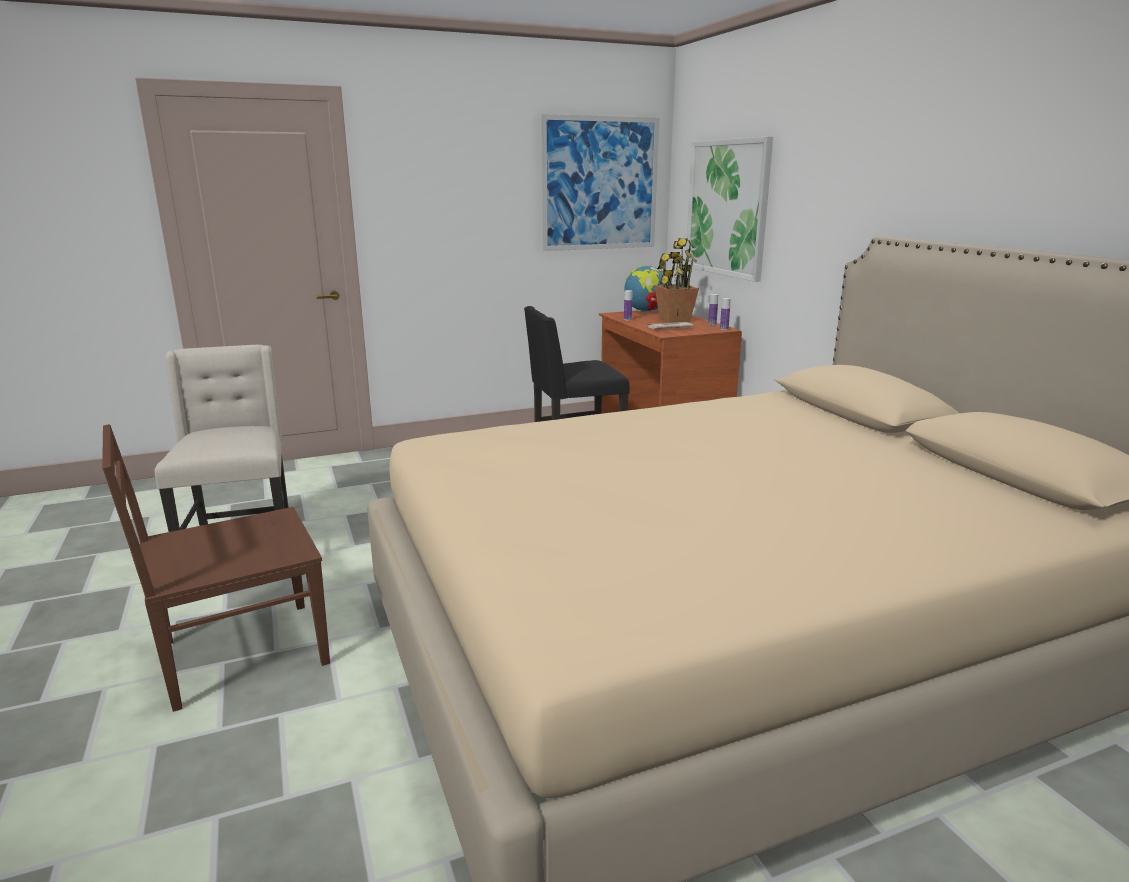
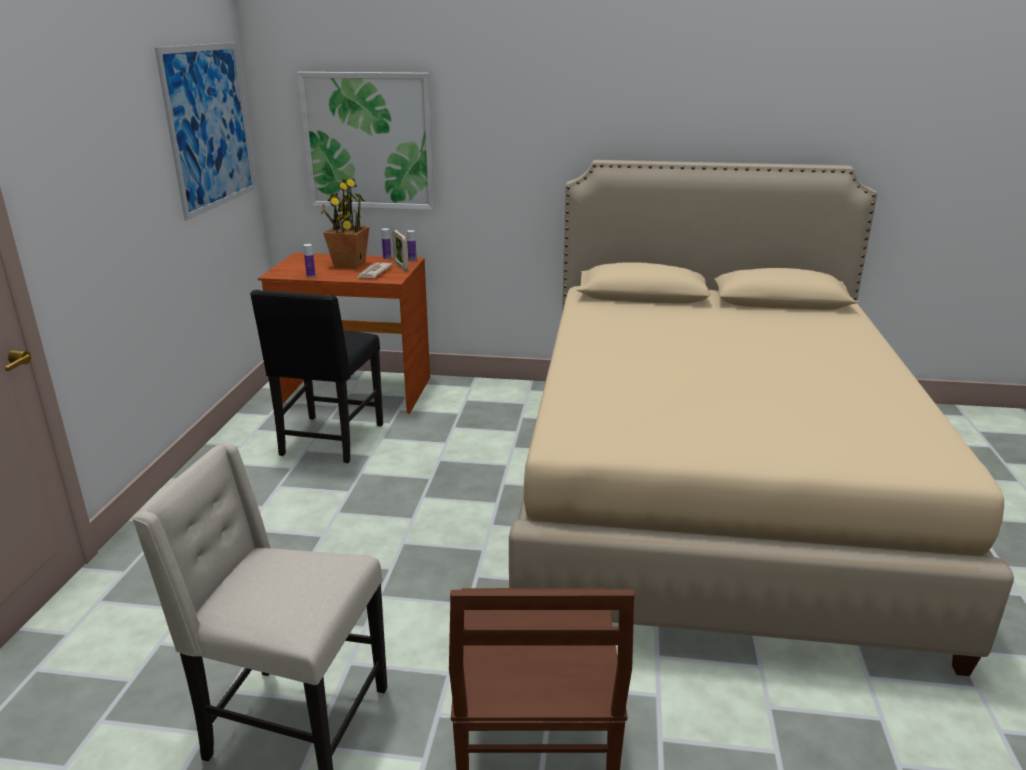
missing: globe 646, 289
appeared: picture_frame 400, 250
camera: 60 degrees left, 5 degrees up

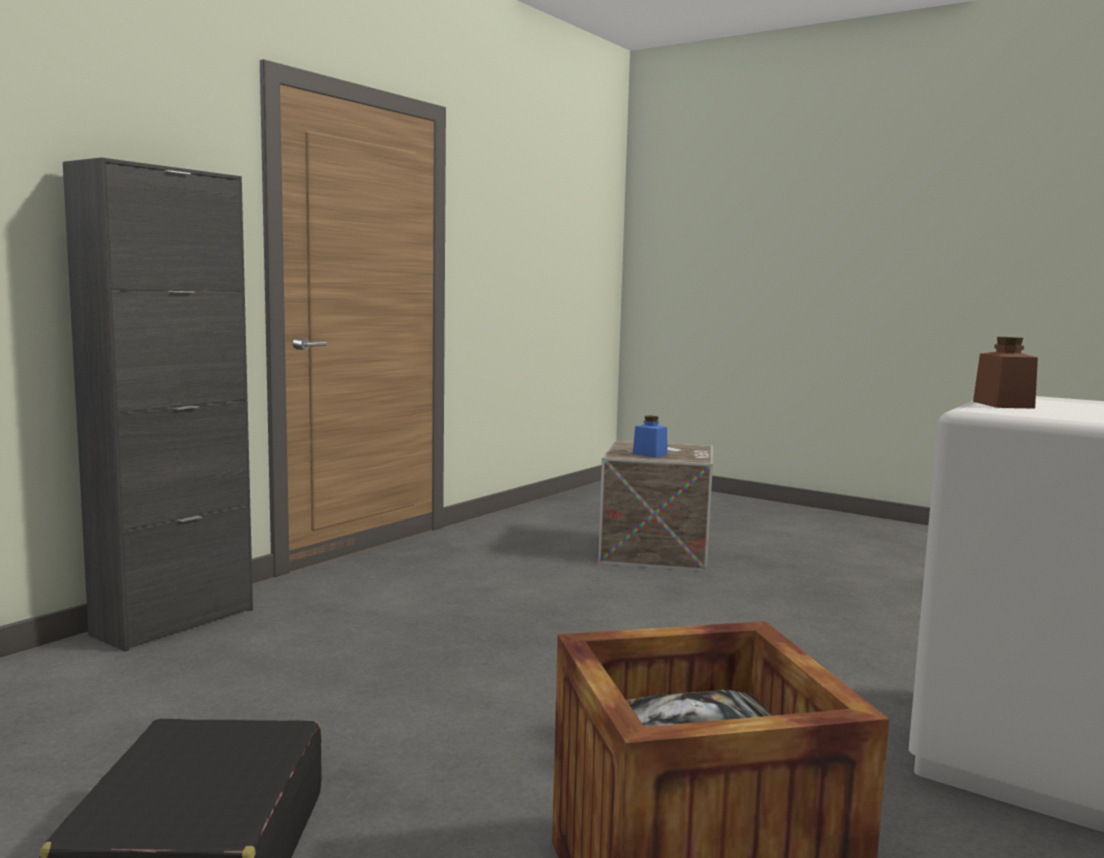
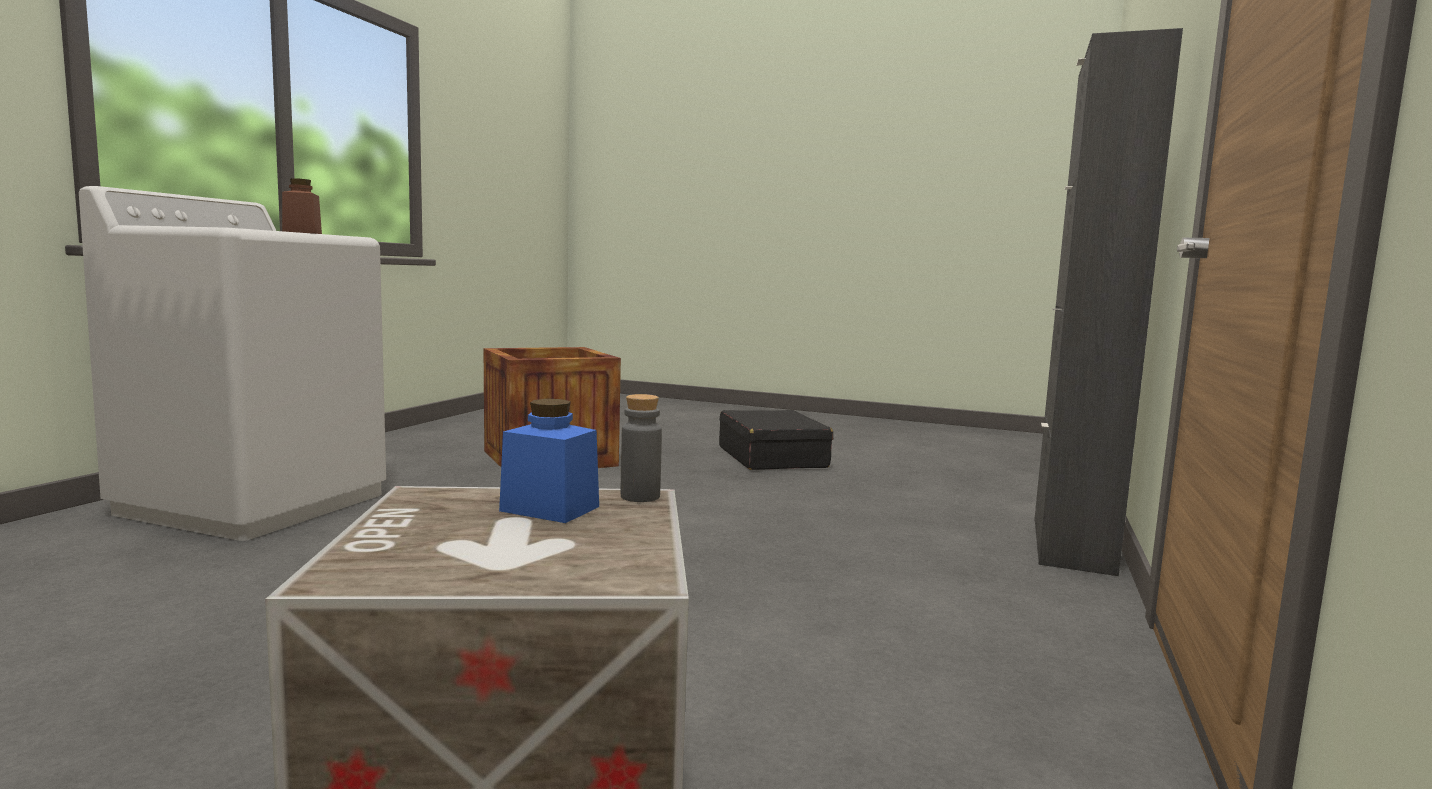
appeared: grey_bottle 641, 448
camera: 165 degrees right, 0 degrees up

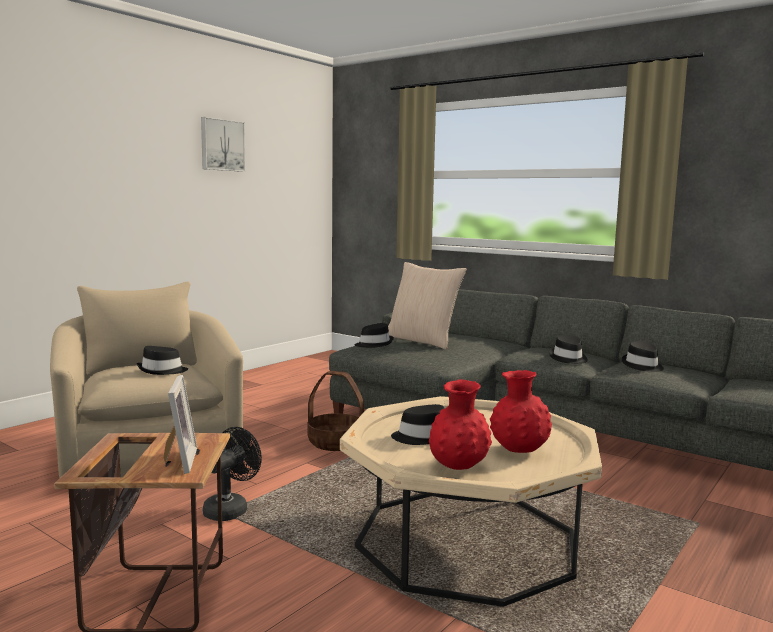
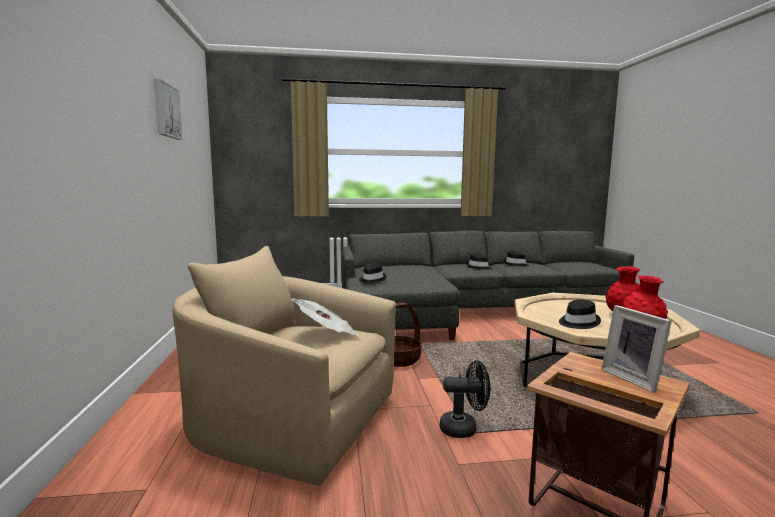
missing: beige_pillow 427, 306
exchanged: black_hat 162, 360 to newspaper 326, 317
spun: black_fan 232, 474 = 465, 399 105 degrees clockwise; picture_frame 180, 424 = 636, 349 150 degrees counterclockwise
camera: 45 degrees left, 0 degrees up

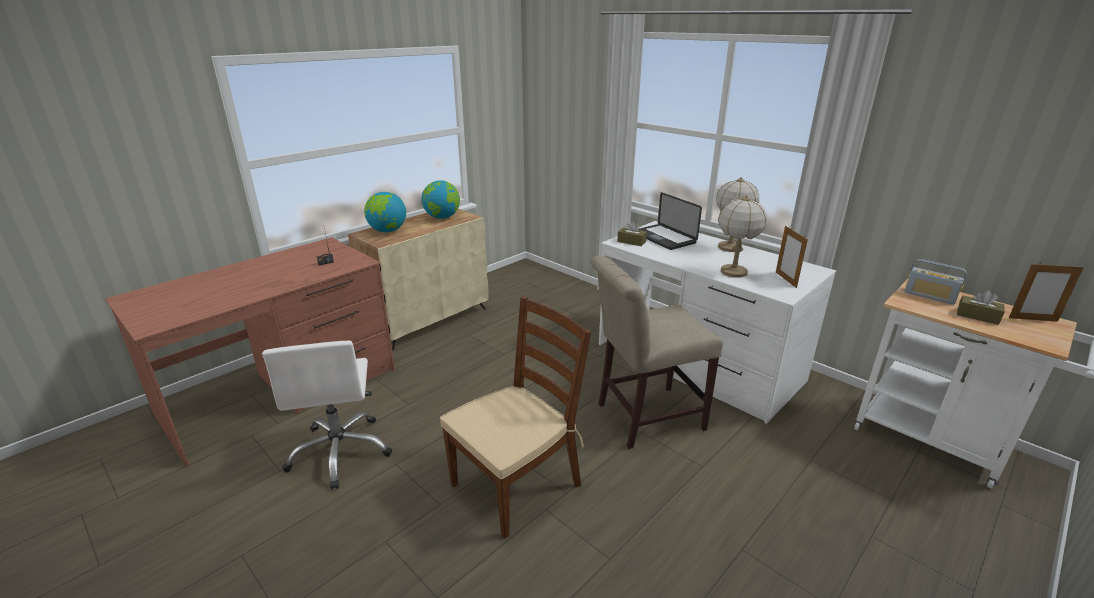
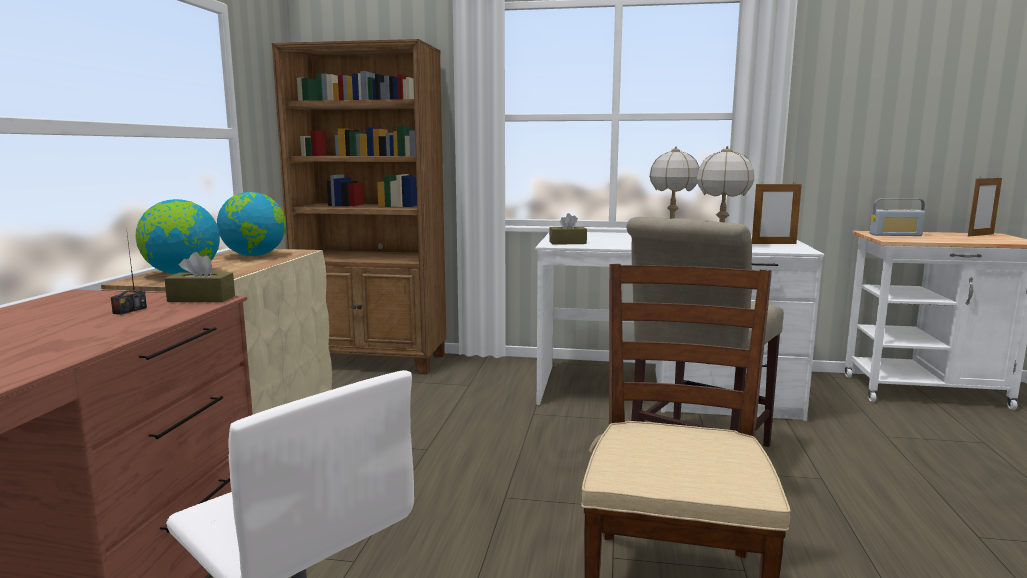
missing: laptop 670, 221
appeared: brown_bookcase 359, 207
relocated: brown_tissue_box 981, 307 to 199, 277
spun: picture_frame 792, 257 = 777, 213 45 degrees counterclockwise
camera: 35 degrees left, 15 degrees down

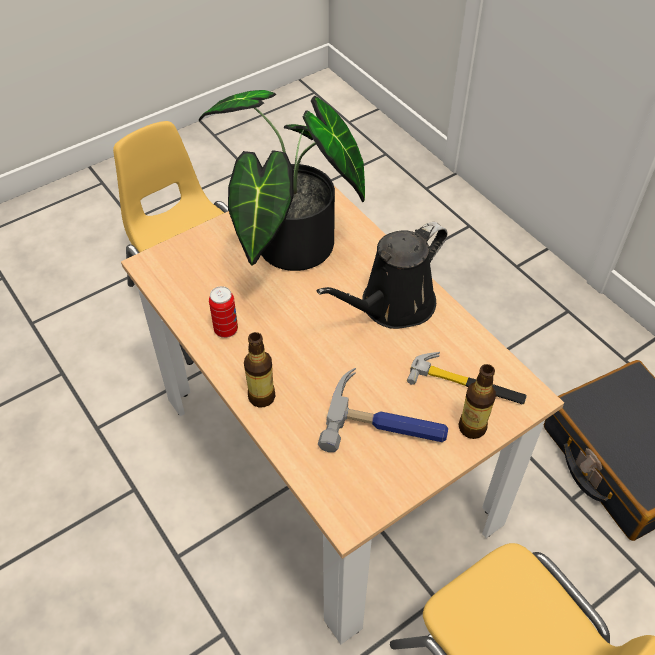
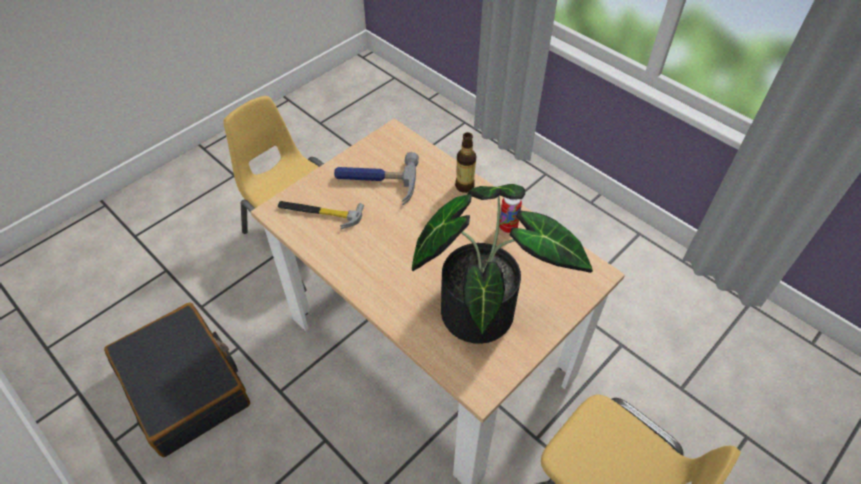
missing: black_watering_can 382, 275; bottle 477, 401
camera: 170 degrees right, 0 degrees up

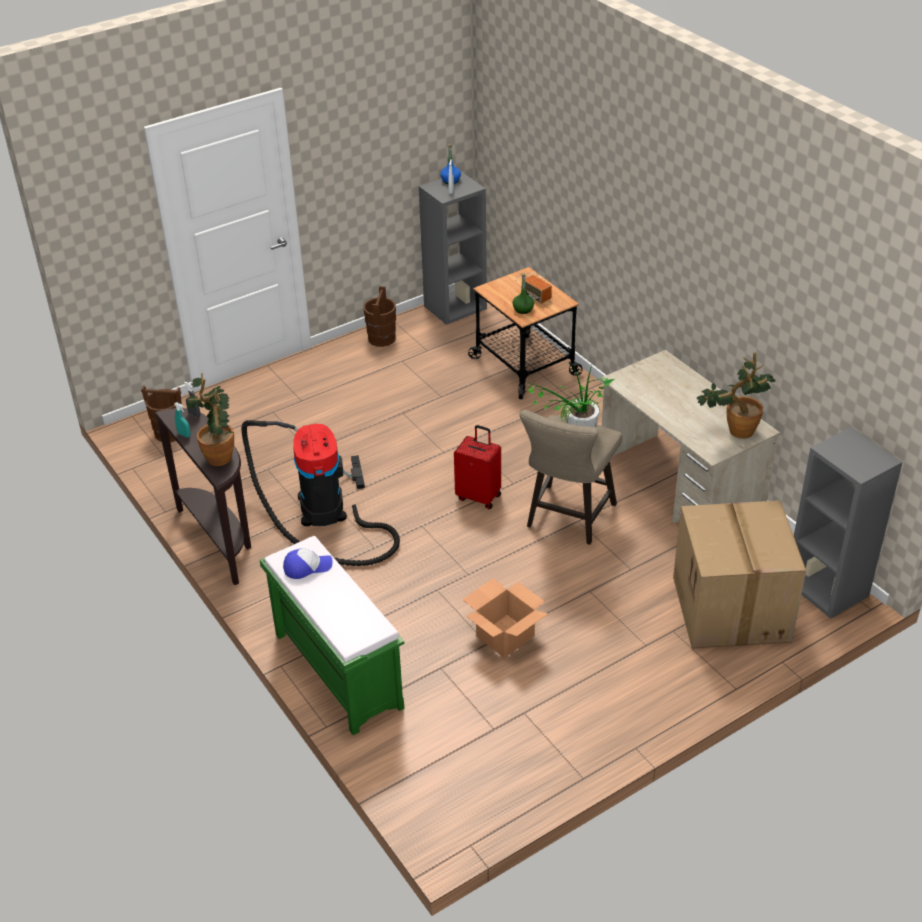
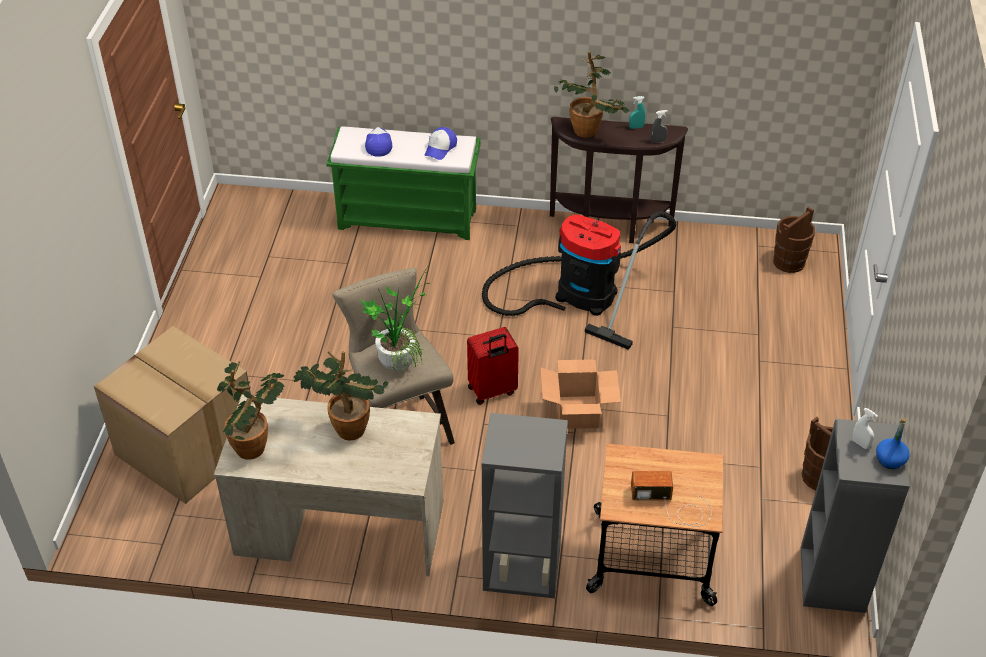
missing: green_bottle 523, 293
appeared: potted_plant 341, 395; cap 378, 142
relocated: grey_bookcase 848, 523 to 525, 505; cardboard_box 505, 618 to 580, 394
camera: 130 degrees right, 5 degrees up

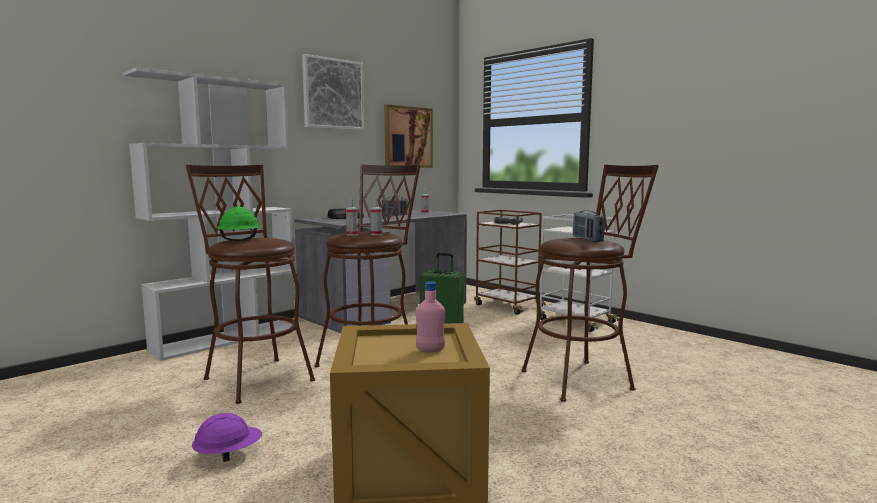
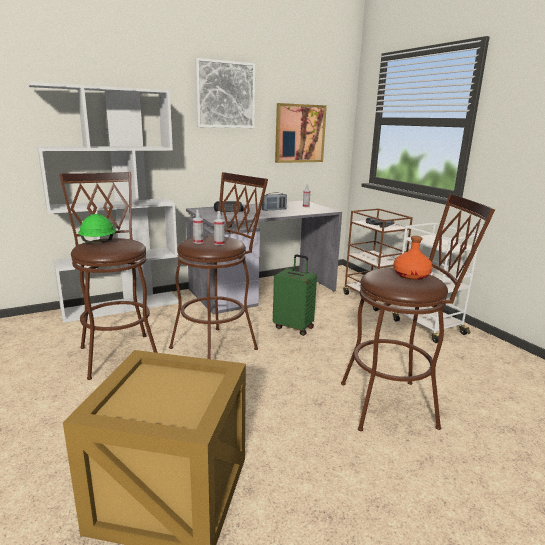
missing: purple_hard_hat 227, 437; pink_bottle 430, 317
exchanged: radio 589, 226 to orange_bottle 413, 258
camera: 15 degrees right, 10 degrees up

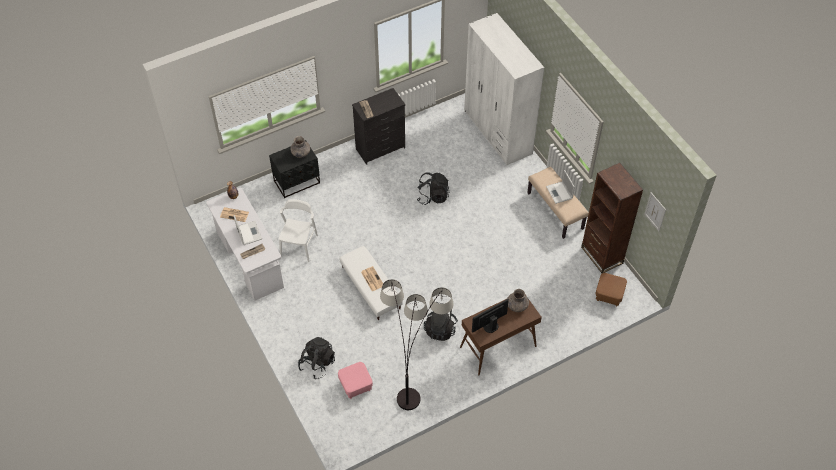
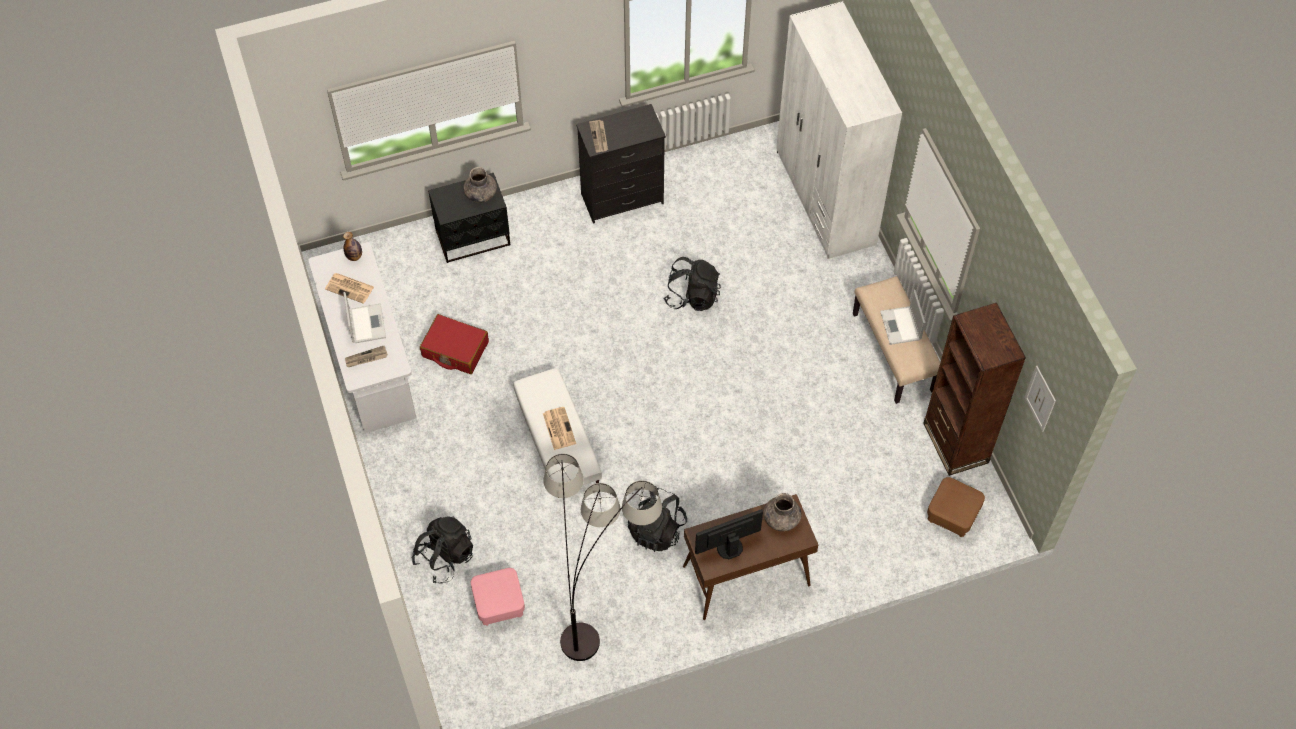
exchanged: white_chair 298, 230 to red_suitcase 454, 344
camera: 10 degrees right, 5 degrees up

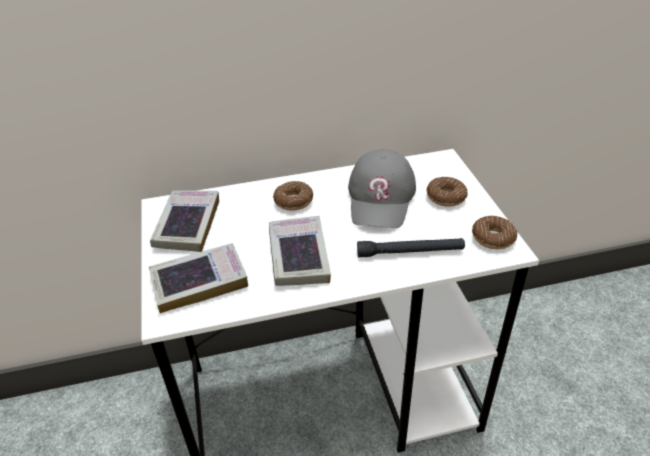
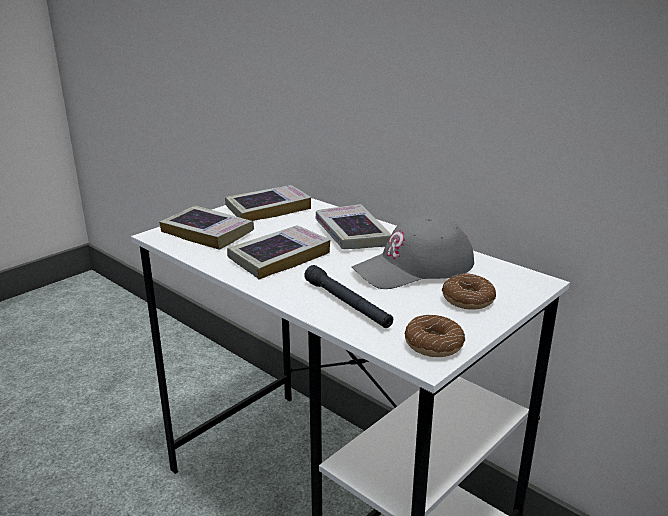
exchanged: donut 293, 196 to book 353, 226
camera: 55 degrees right, 15 degrees down

